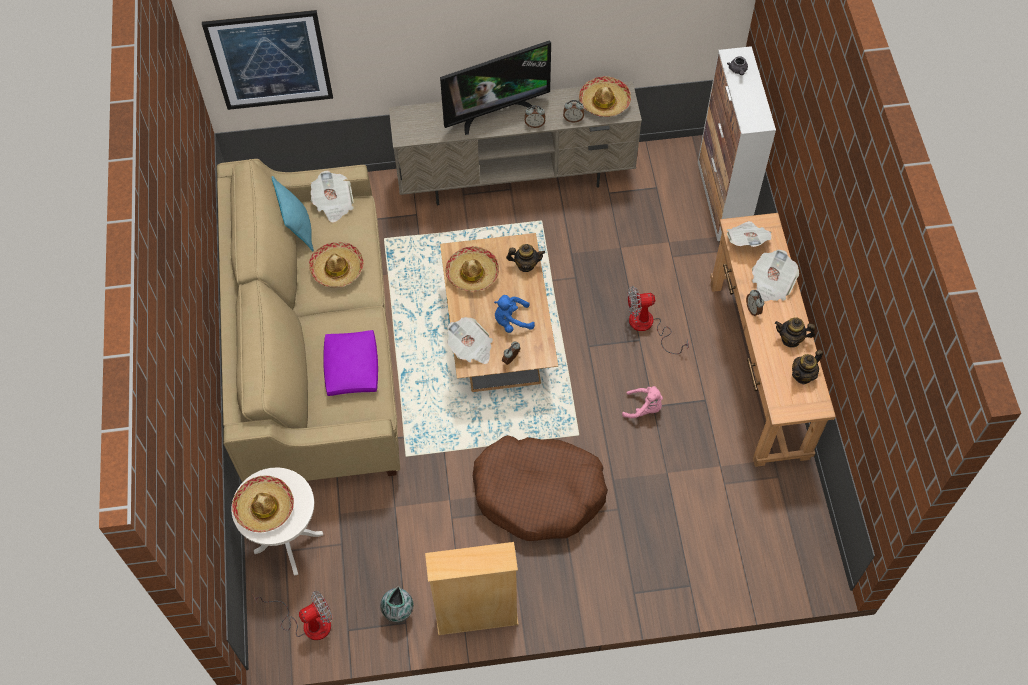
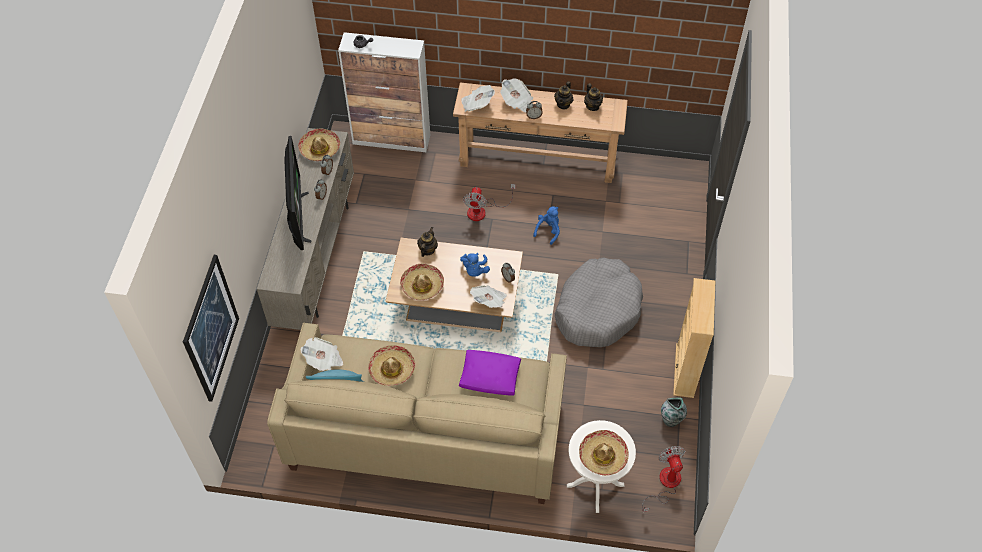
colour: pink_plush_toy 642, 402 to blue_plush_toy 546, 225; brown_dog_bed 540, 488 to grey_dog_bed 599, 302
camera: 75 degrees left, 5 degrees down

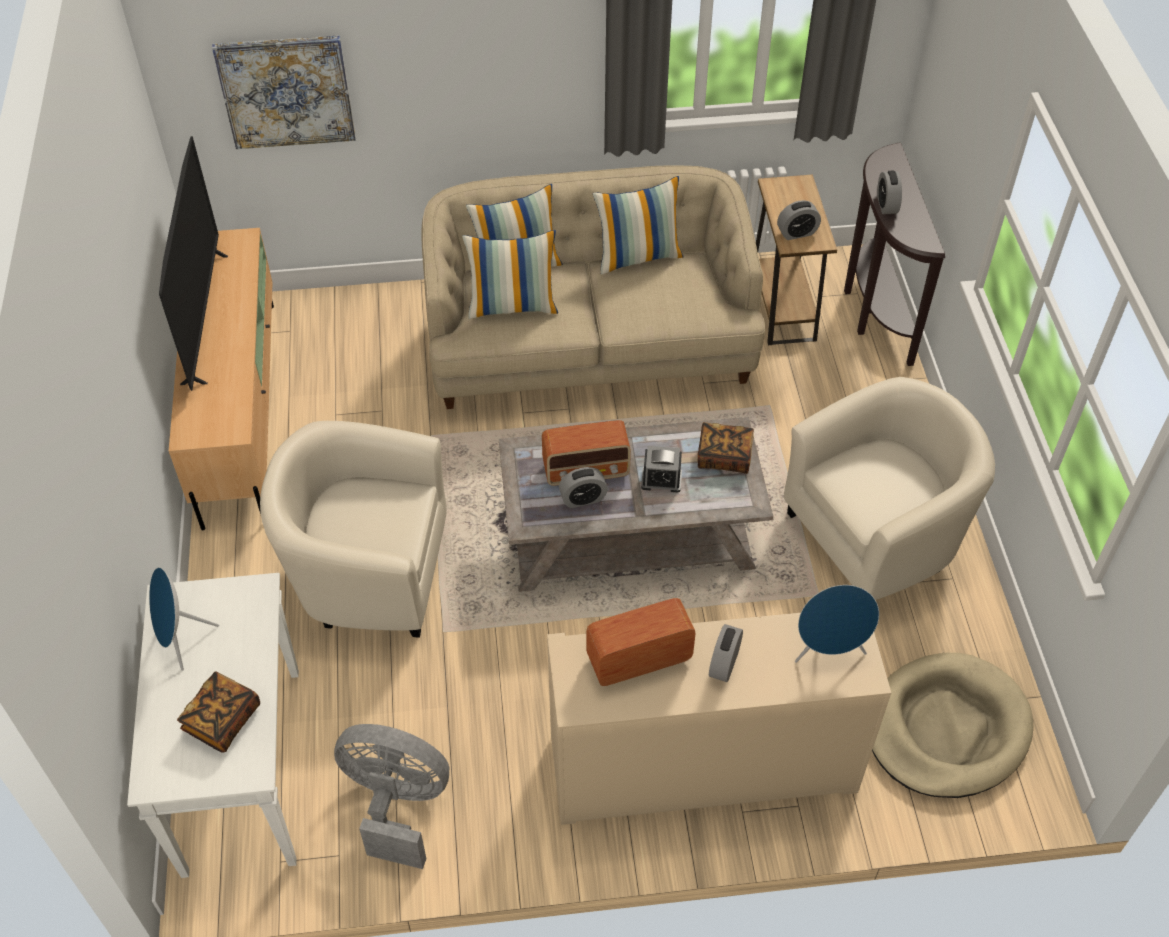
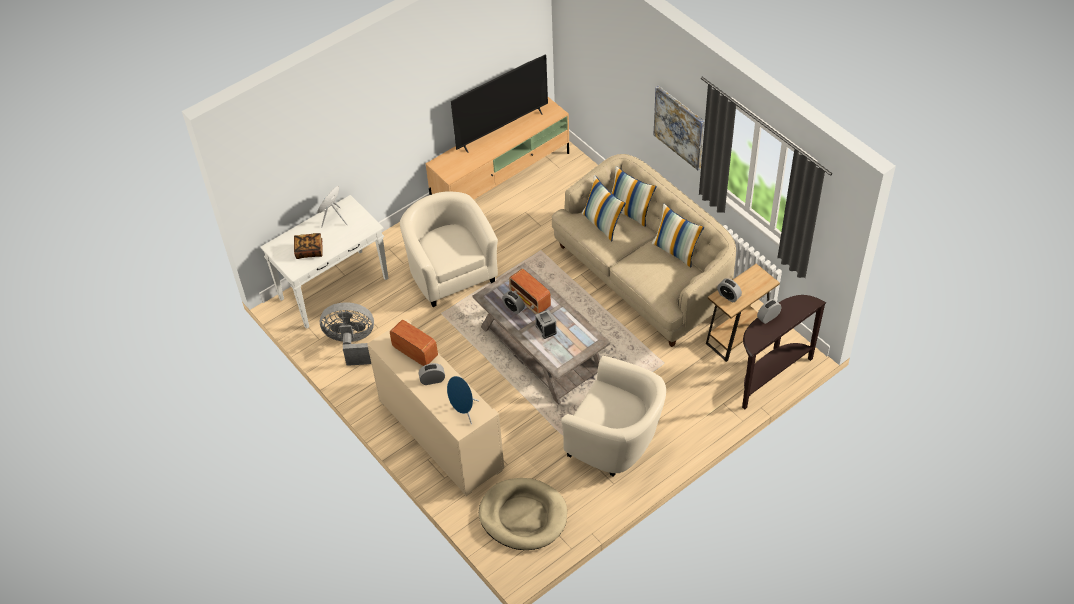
missing: book 726, 448
relocated: picture 283, 92 to 679, 128
spun: grey_fan 391, 796 = 347, 334 75 degrees counterclockwise
camera: 60 degrees right, 0 degrees up

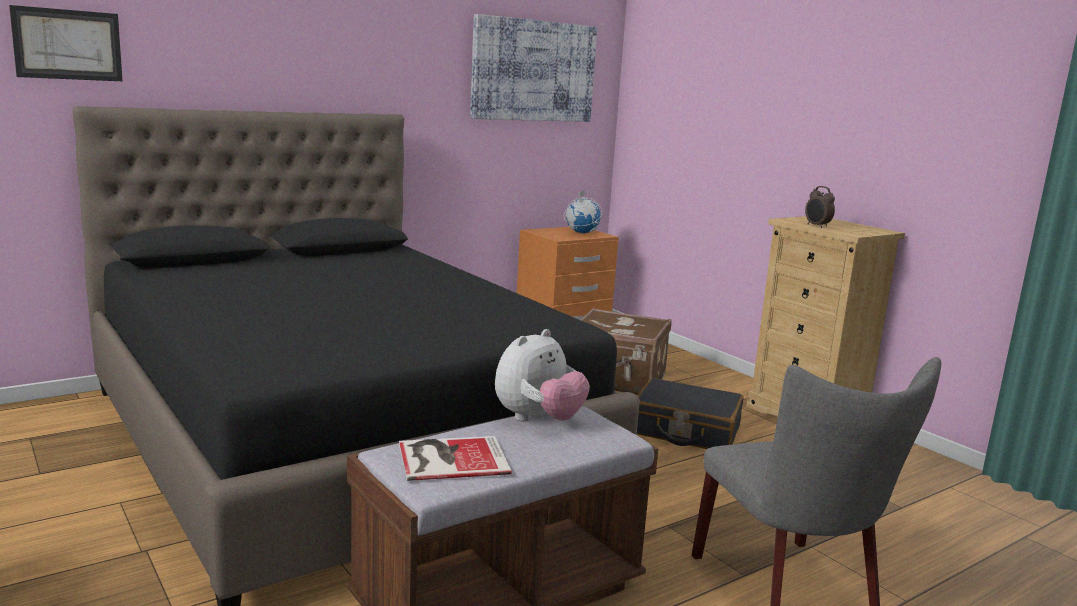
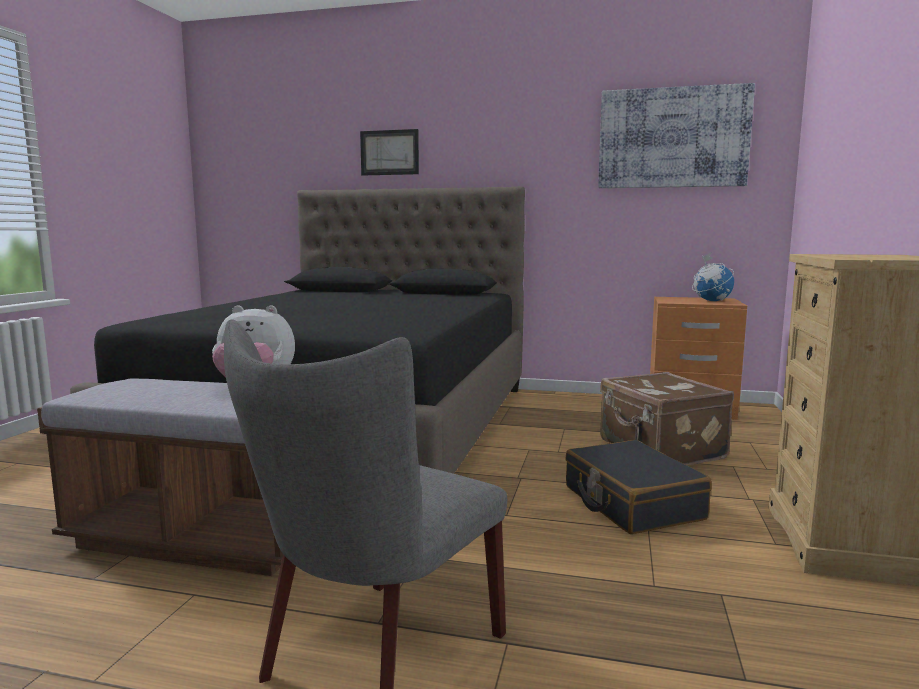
missing: book 455, 458; alarm_clock 820, 207
relocated: picture 66, 43 to 389, 152
camera: 50 degrees right, 5 degrees down

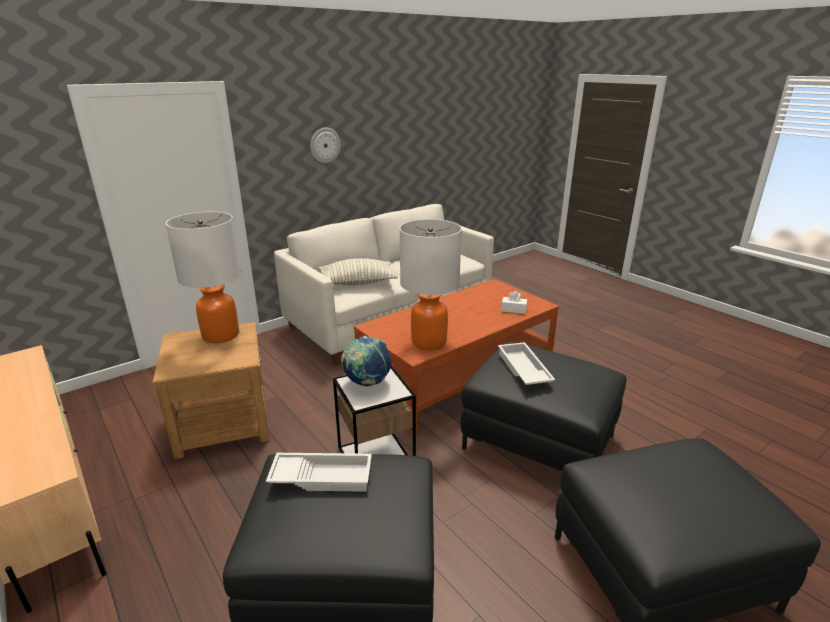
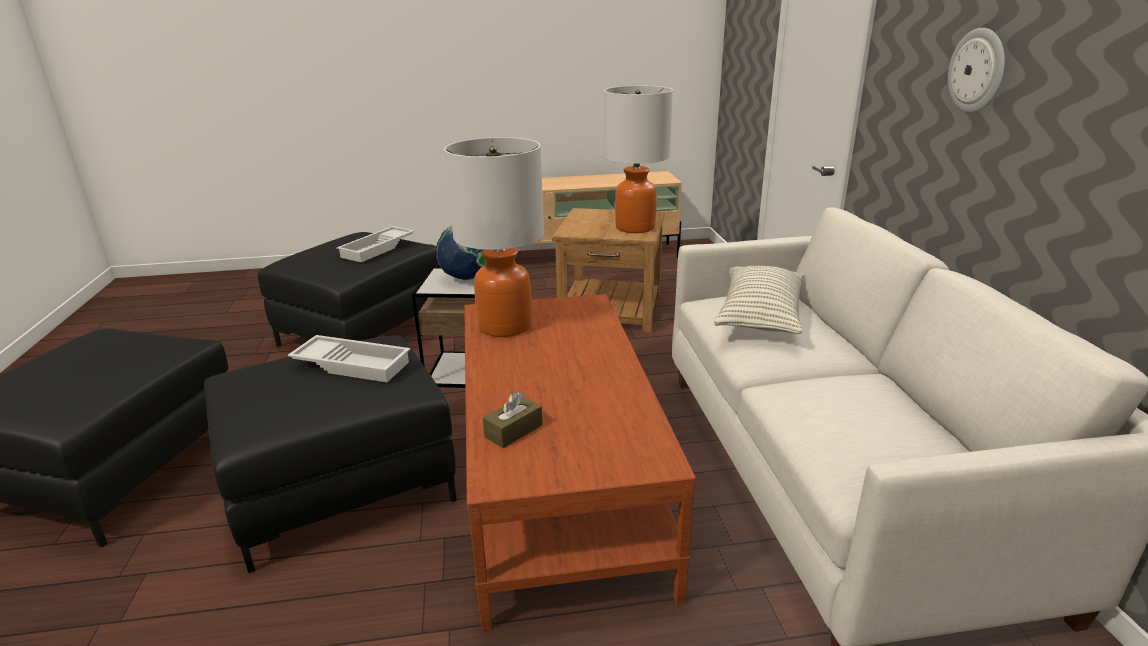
colour: white_tissue_box 514, 302 to brown_tissue_box 513, 420
camera: 120 degrees right, 0 degrees up

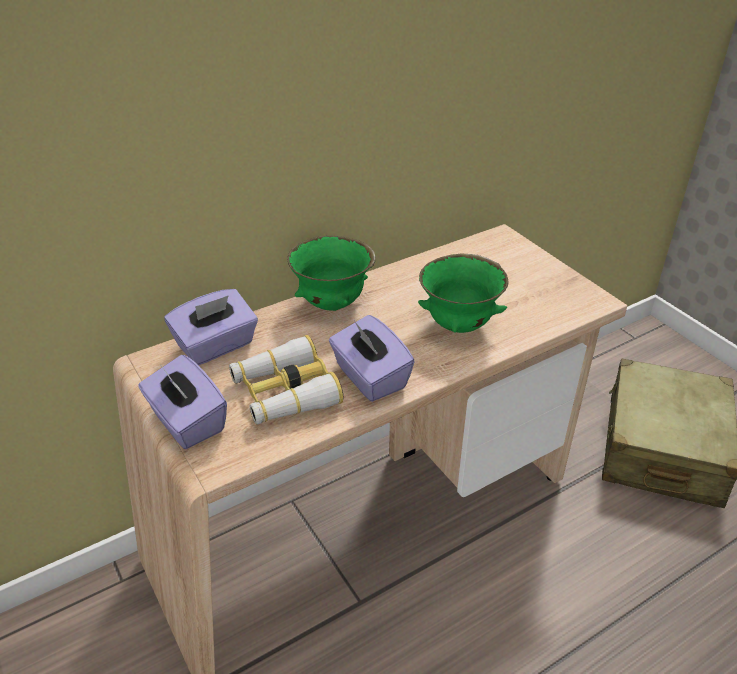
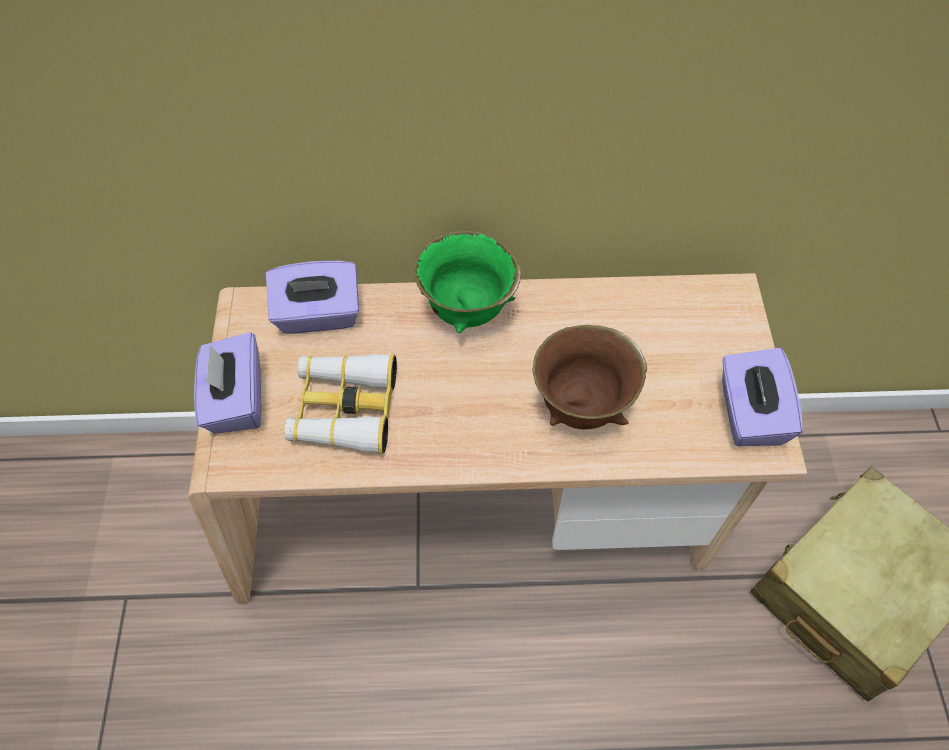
relocated: purple_tissue_box 372, 358 to 762, 397
colour: green_bowl 463, 293 to brown_bowl 590, 377
camera: 30 degrees right, 20 degrees up

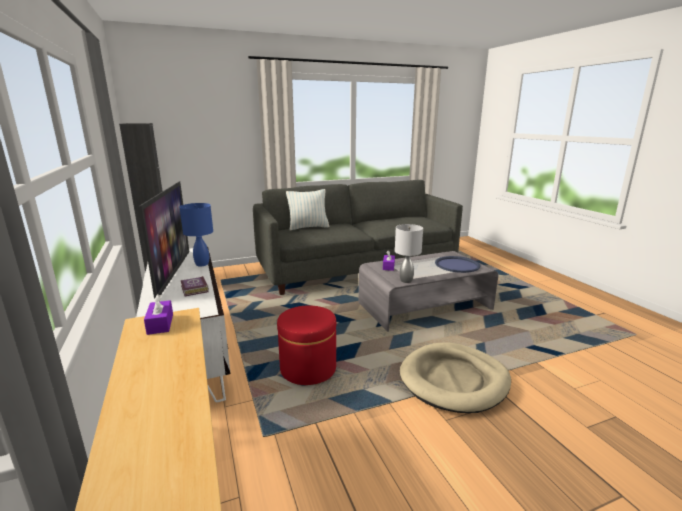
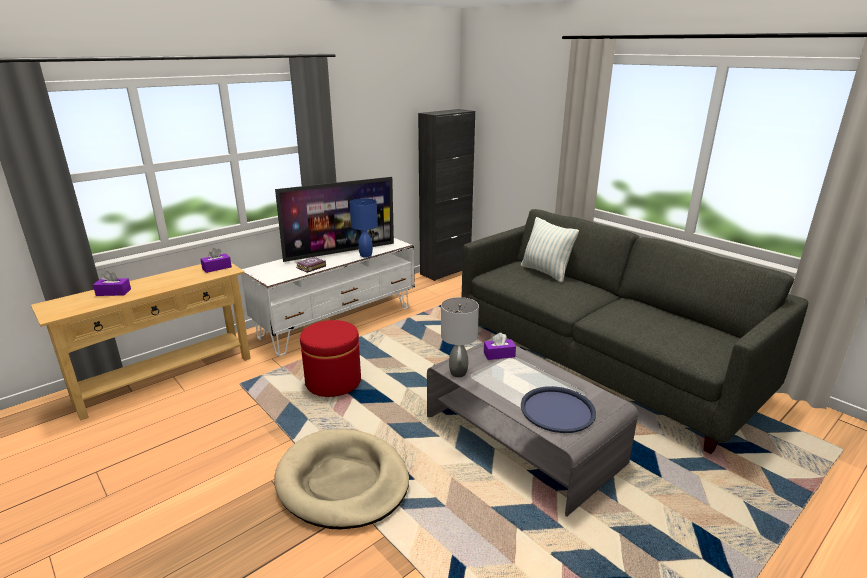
appeared: purple_tissue_box 112, 283
camera: 70 degrees right, 5 degrees up

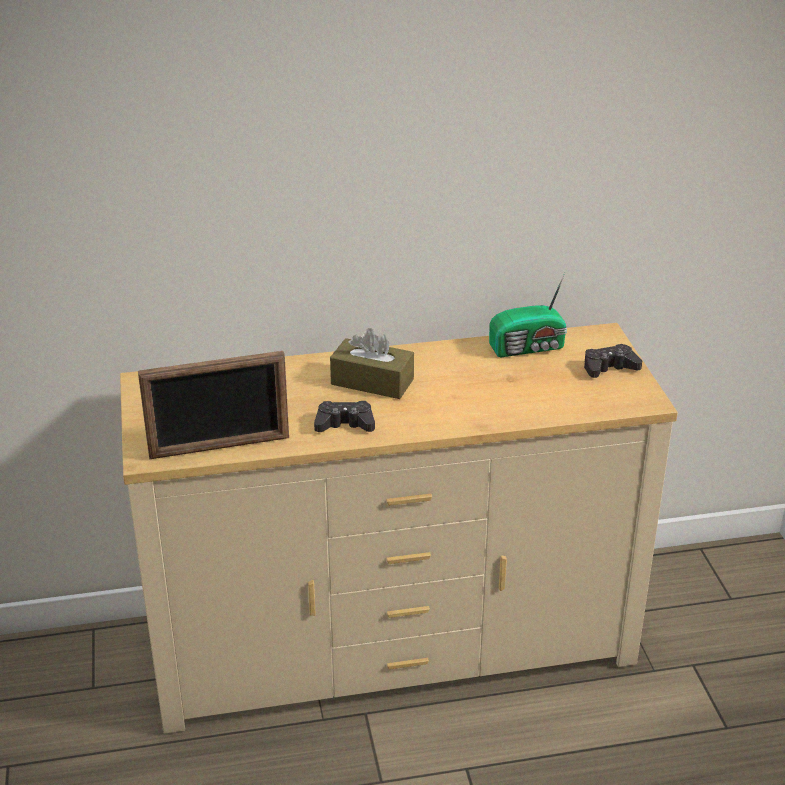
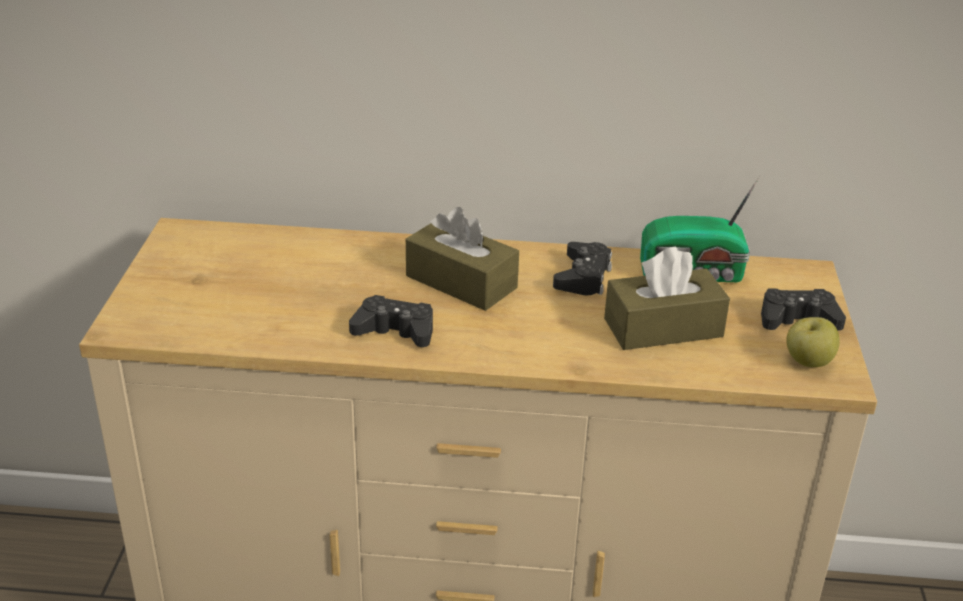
missing: picture_frame 213, 405
appeared: black_game_controller 582, 268; brown_tissue_box 667, 298; apple 813, 342
camera: 15 degrees right, 0 degrees up

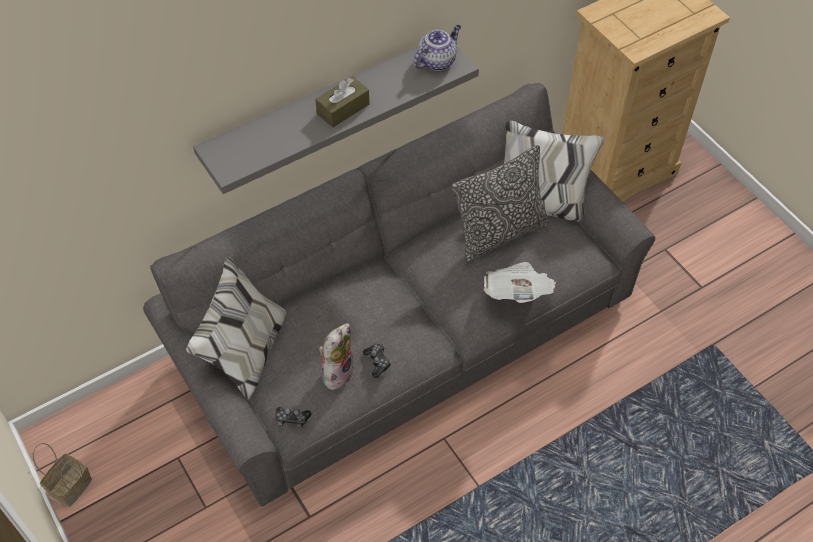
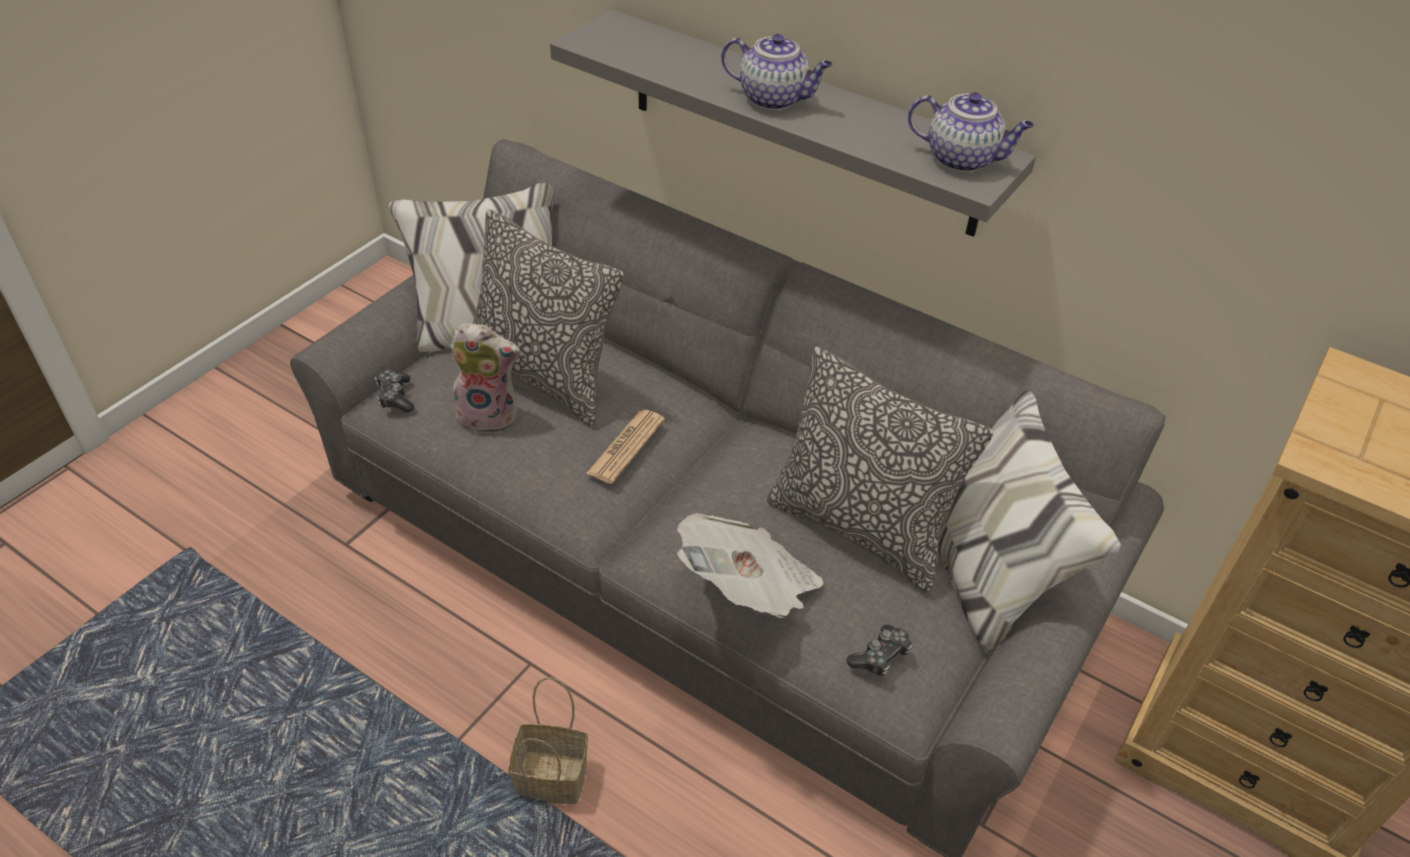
appeared: pillow 549, 317; newspaper 625, 447
relocated: basket 62, 475 to 548, 740; game_controller 377, 360 to 880, 650
exchanged: brown_tissue_box 342, 101 to teapot 777, 72
camera: 65 degrees right, 10 degrees down

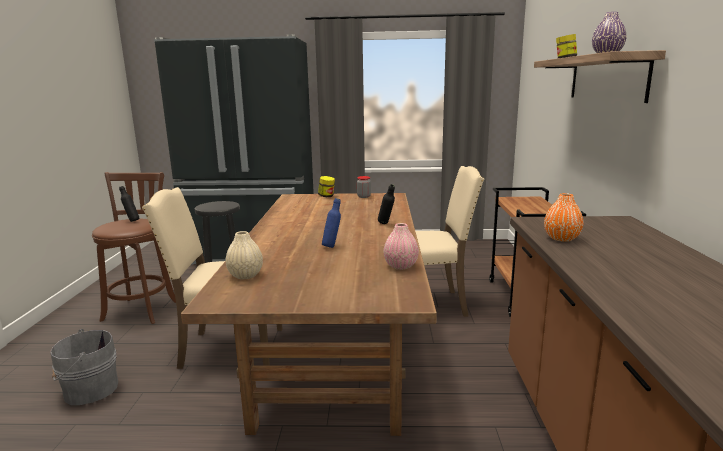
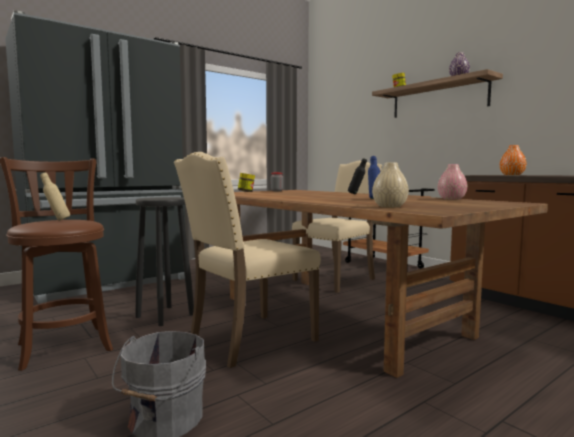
colour: black_bottle 129, 204 to beige_bottle 55, 196
camera: 40 degrees left, 10 degrees down

